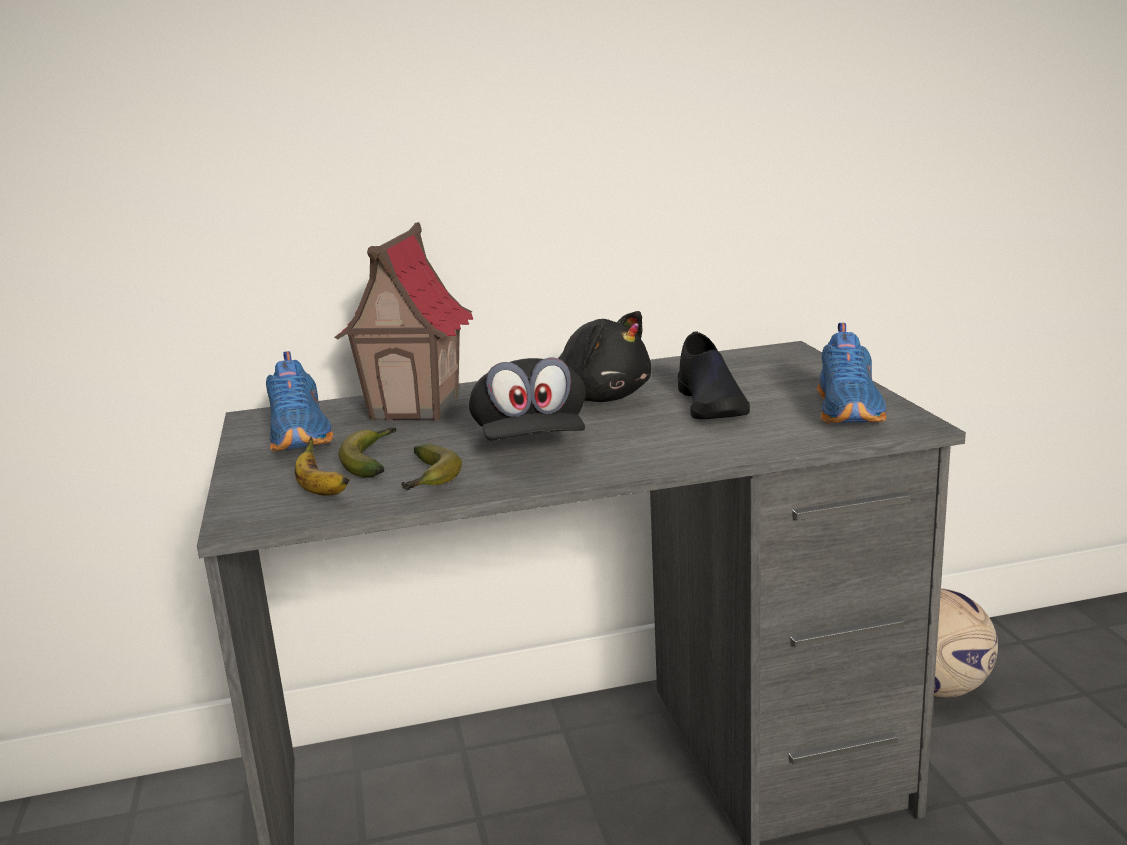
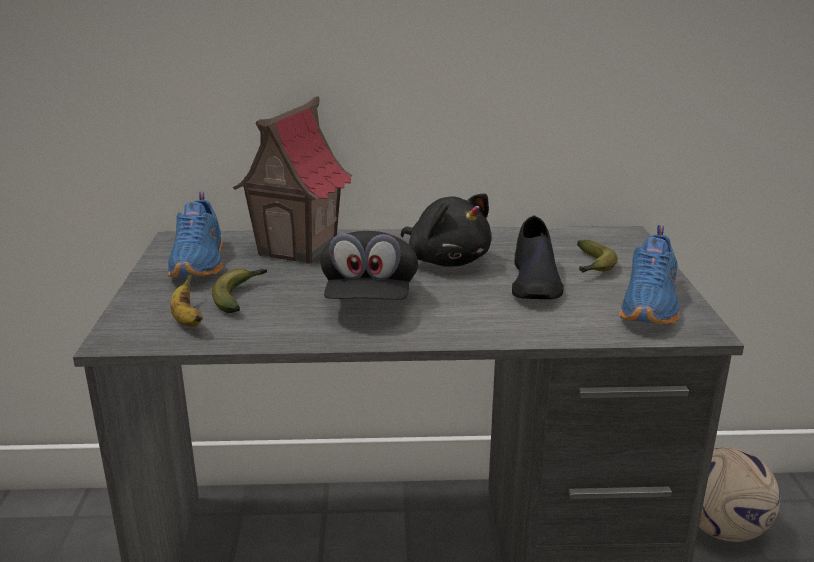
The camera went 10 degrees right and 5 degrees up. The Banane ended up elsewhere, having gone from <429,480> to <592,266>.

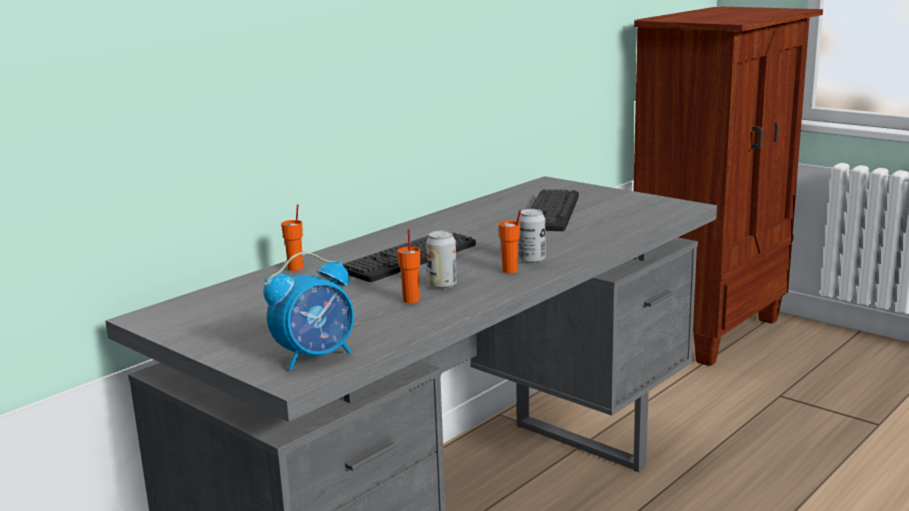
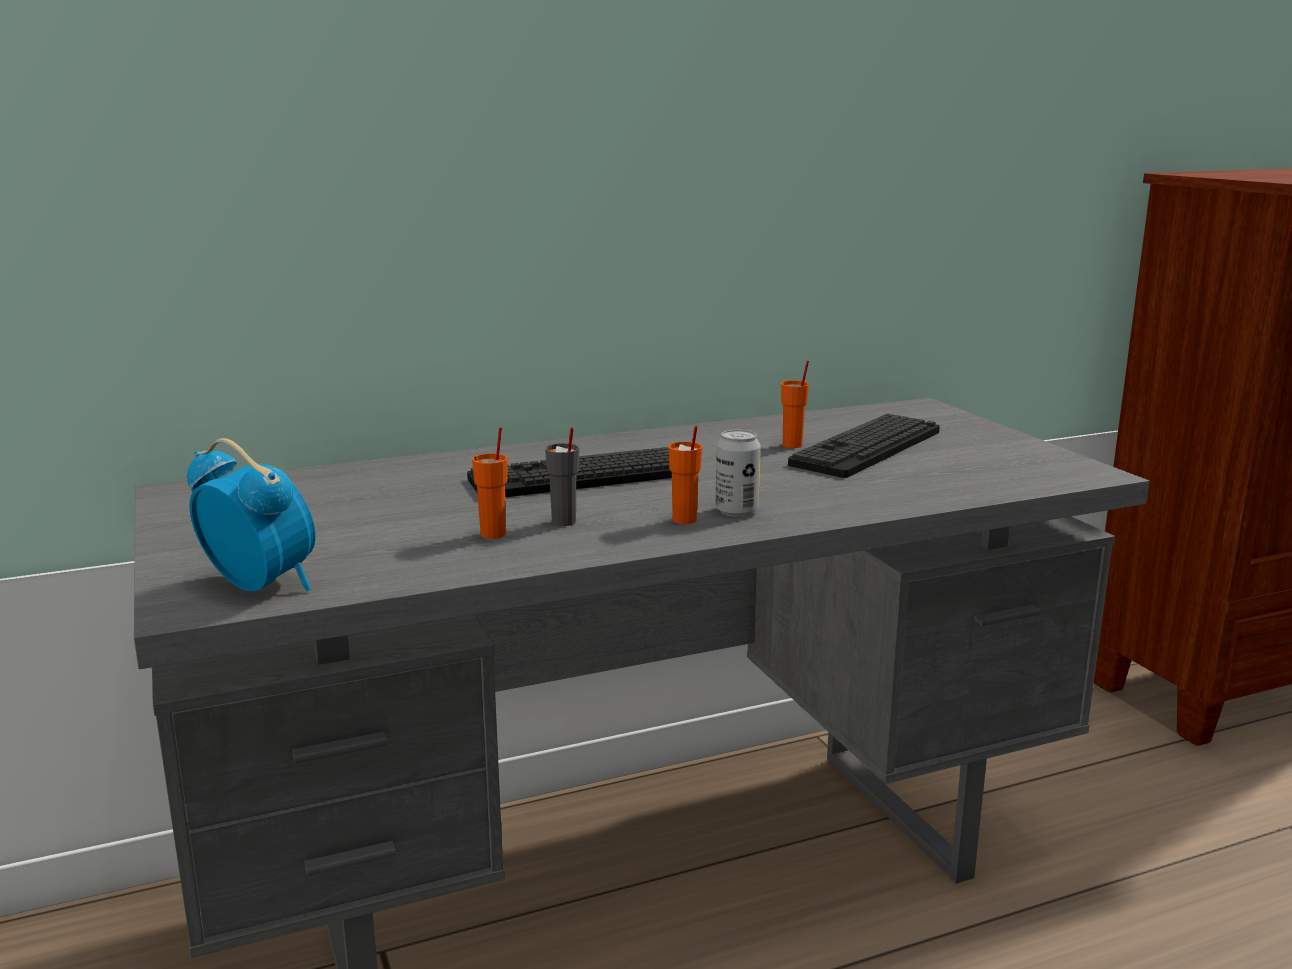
The camera went 25 degrees right and 0 degrees up. The Wecker at <316,356> ended up facing another way, 135 degrees counterclockwise from before. The Tasse/orange ended up elsewhere, having gone from <296,268> to <793,445>. Where the Dose stood at <442,285>, the Tasse/grau came to stand at <563,522>.

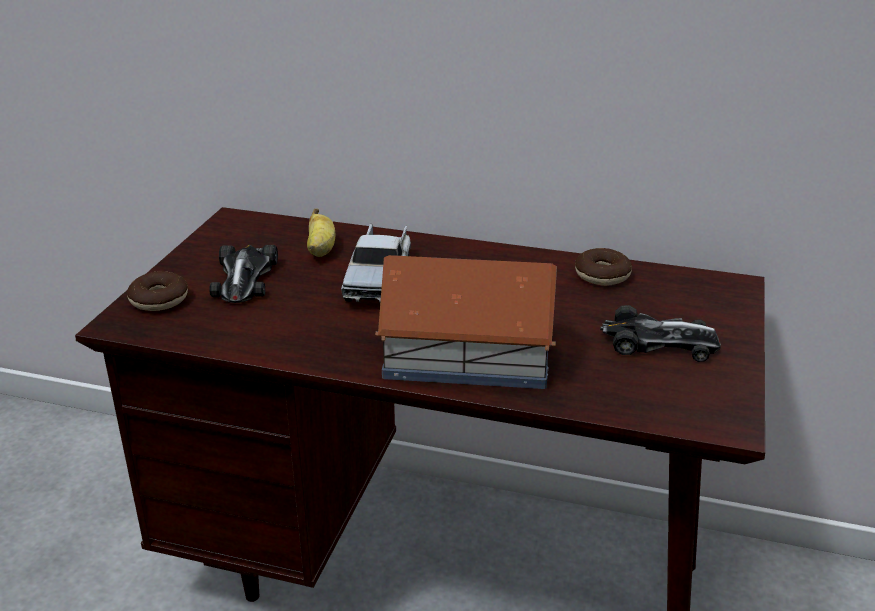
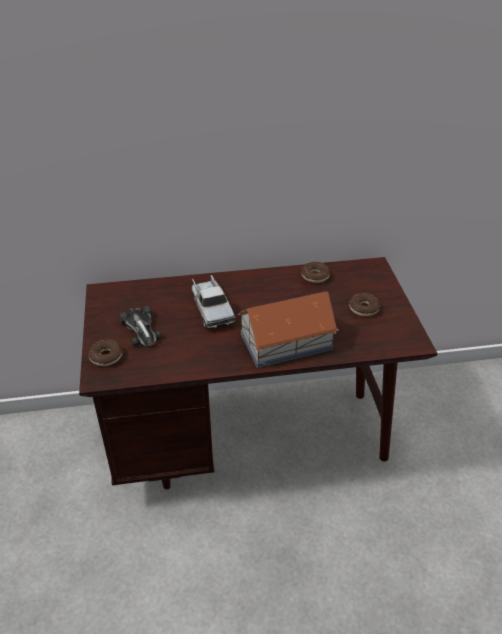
The camera went 25 degrees left and 10 degrees up. The second view lost the Banane at <321,250>. Where the Spielzeugauto stood at <659,343>, the Donut came to stand at <364,308>.

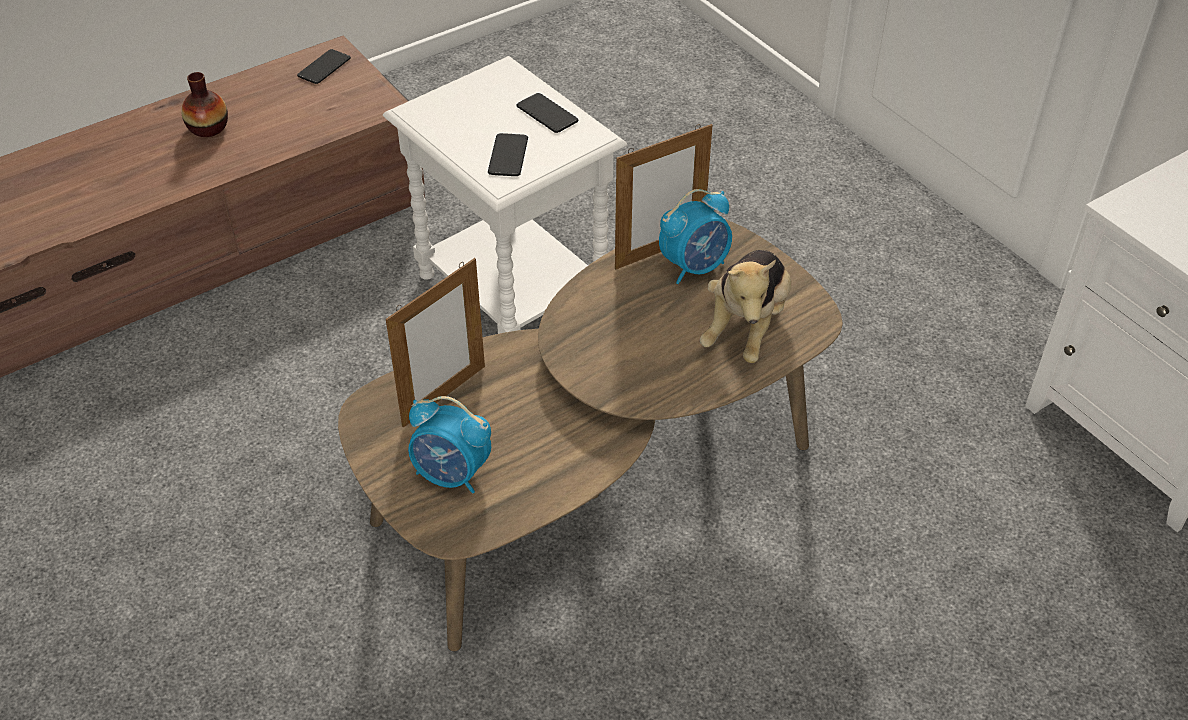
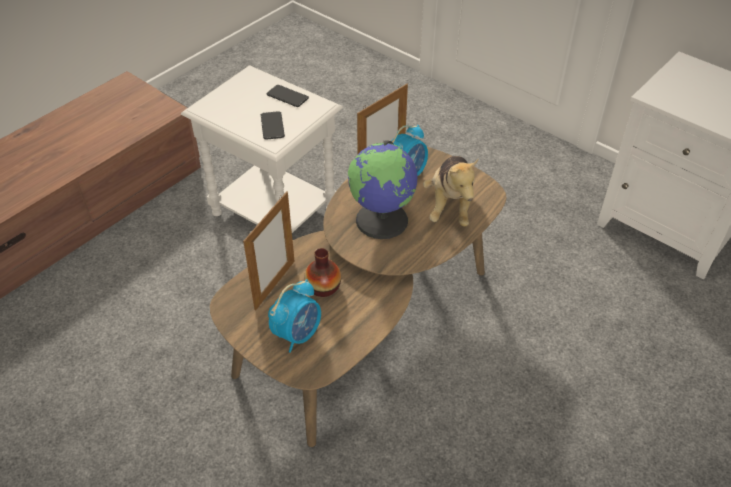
The camera went 15 degrees left and 0 degrees up. The Vase ended up elsewhere, having gone from <208,128> to <323,287>. The second view lost the Handy at <324,67>. The Wecker at <452,474> ended up facing another way, 60 degrees counterclockwise from before. The second view gained the Globus at <383,220>.

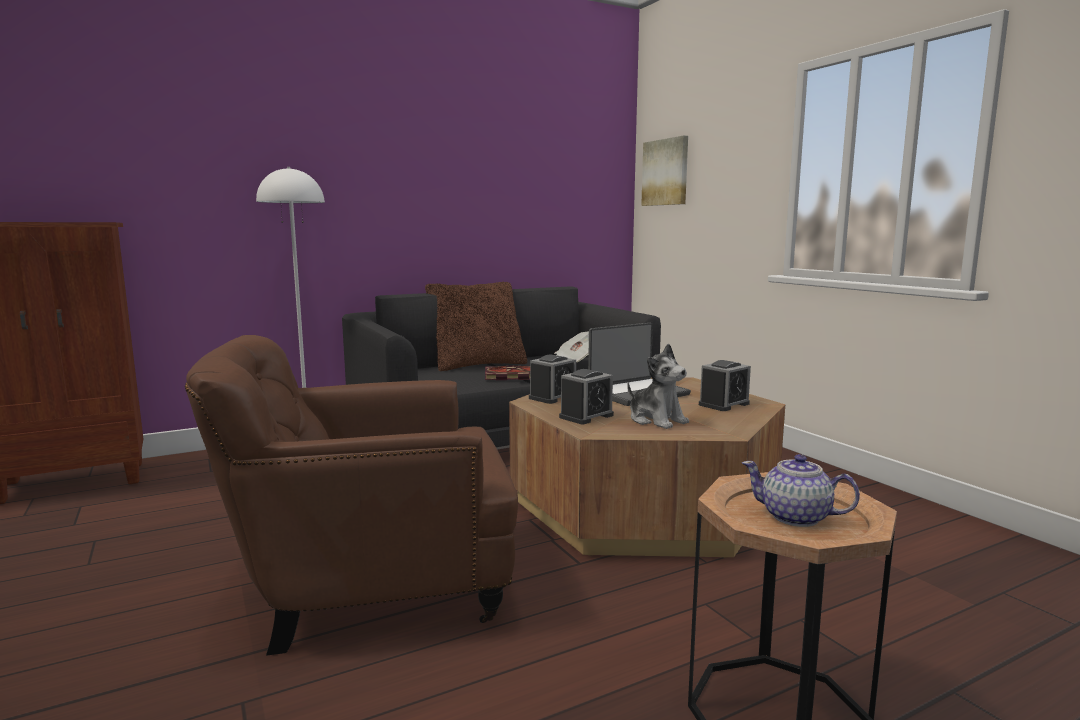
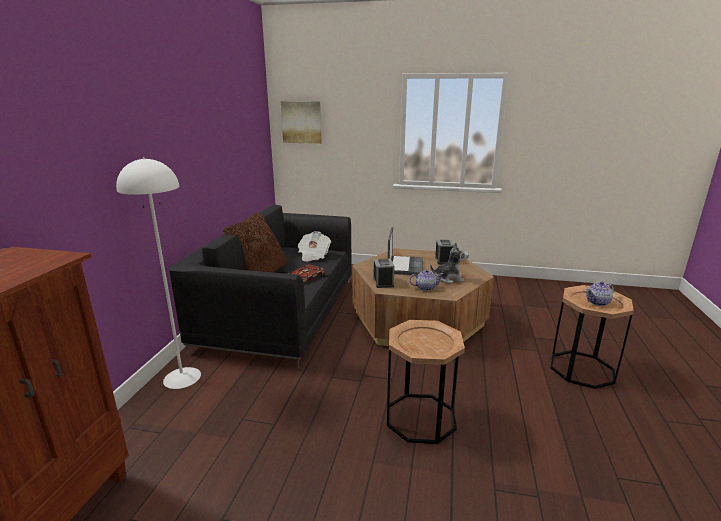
The camera went 50 degrees left and 10 degrees up. Where the Sessel/braun stood at <372,586>, the Beistelltisch/braun came to stand at <420,418>. Where the Wecker stood at <586,416>, the Teekanne came to stand at <425,288>.

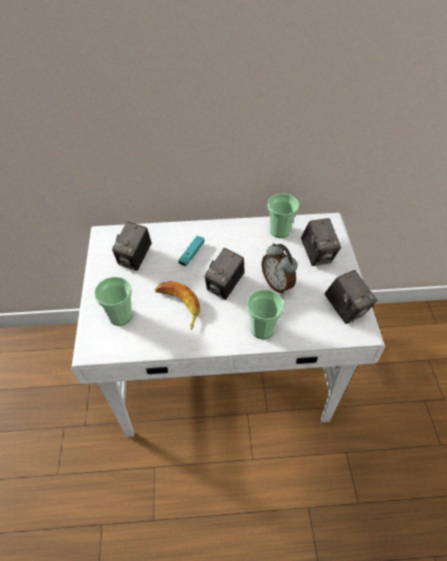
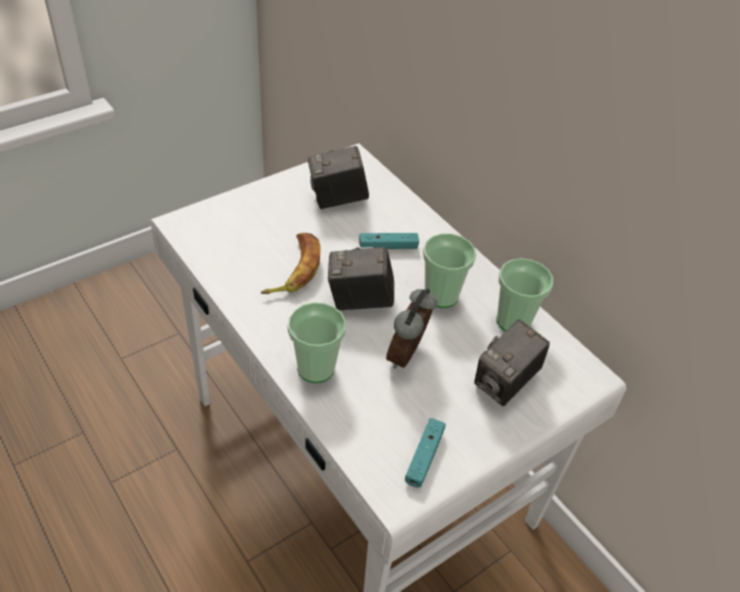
The camera went 55 degrees right and 5 degrees down. The Tasse ended up elsewhere, having gone from <120,316> to <441,295>. Where the Kamera stood at <345,309>, the Gamepad/türkis came to stand at <424,457>.

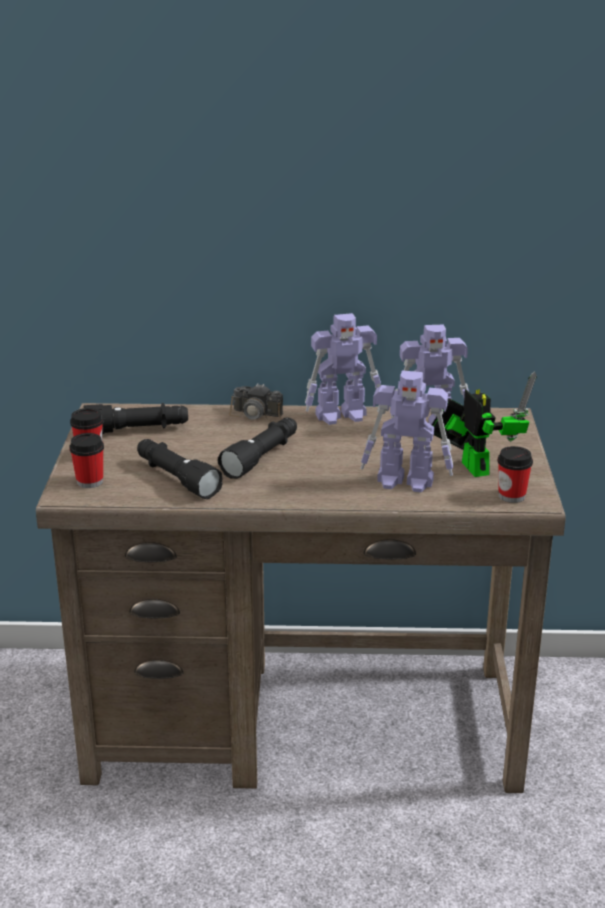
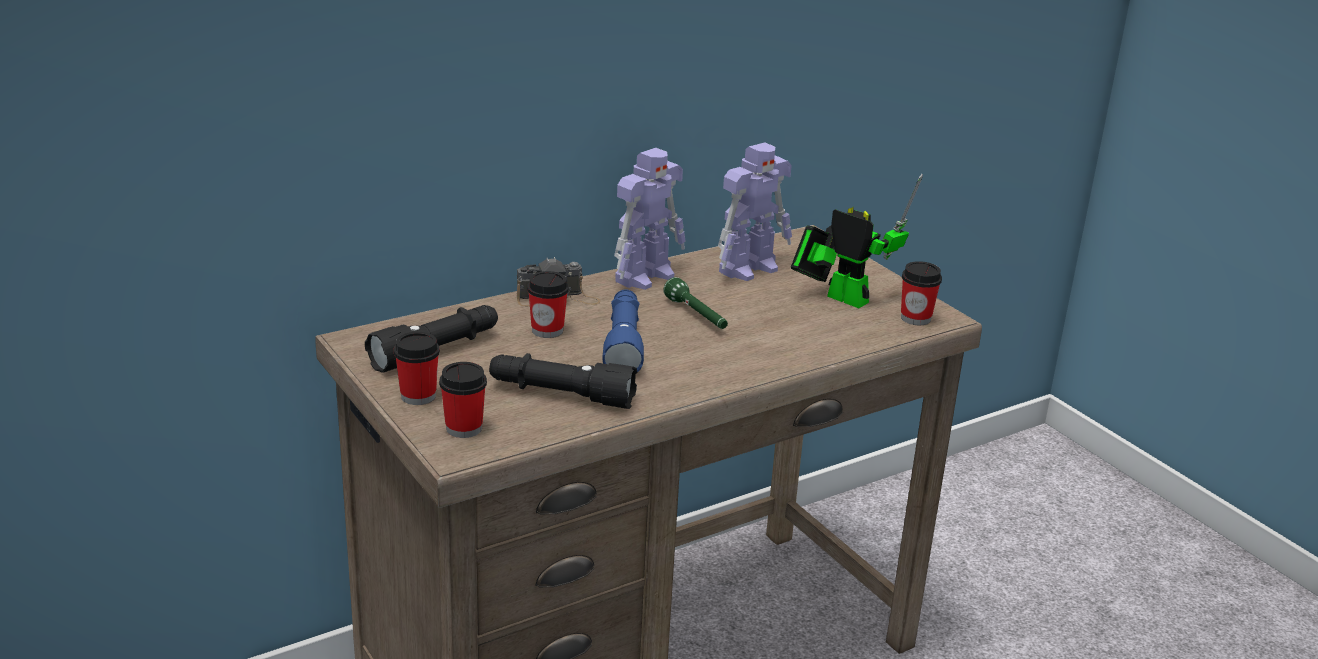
The camera went 35 degrees left and 0 degrees up. What was the Taschenlampe/schwarz at <262,457> turned into the Taschenlampe/blau at <623,344>. The second view lost the Spielzeugroboter at <406,481>. The second view gained the Tasse at <547,330>. The second view gained the Taschenlampe/grün at <697,316>.

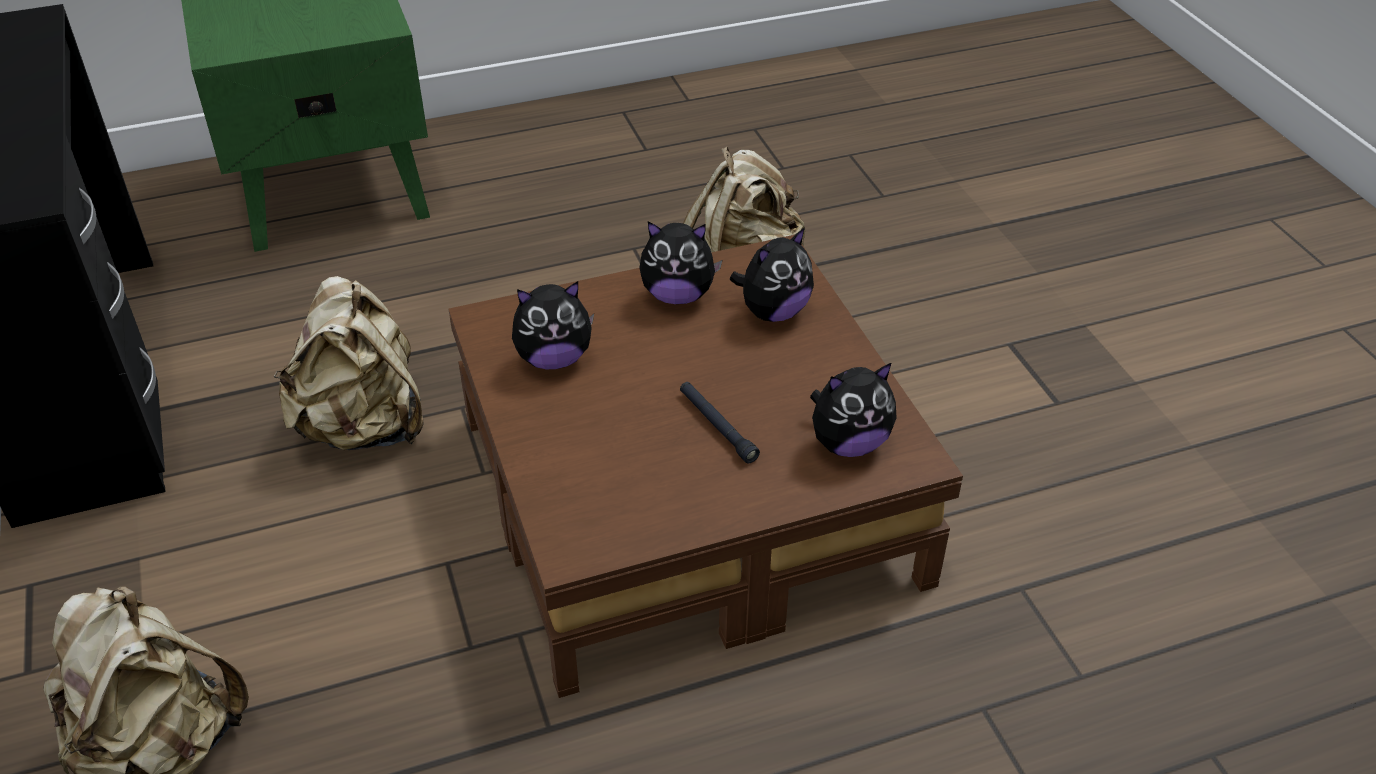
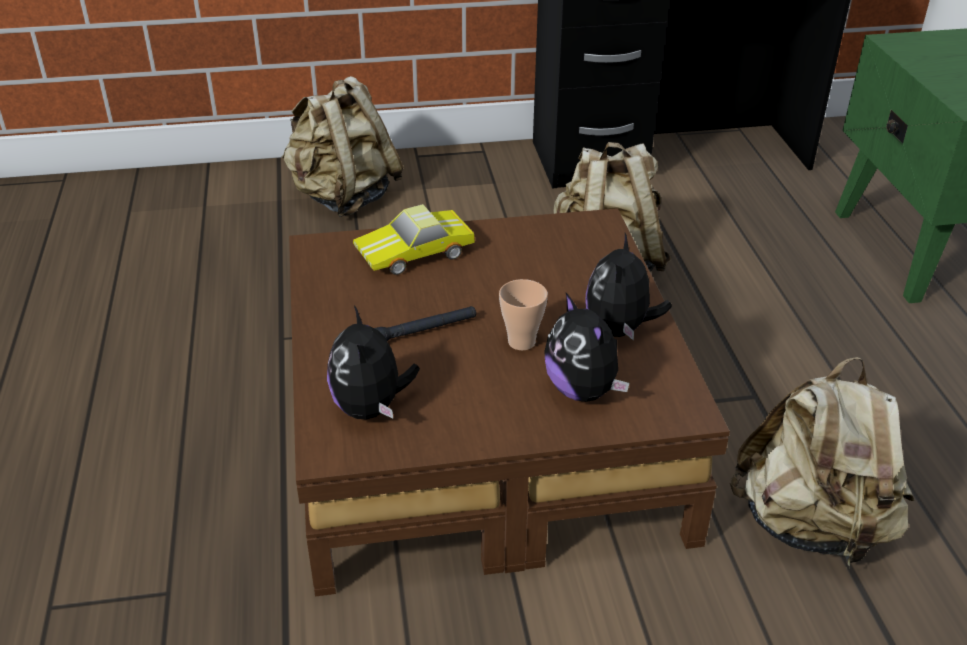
The camera went 100 degrees right and 5 degrees down. The second view lost the Plüschtier at <554,358>. The second view gained the Spielzeugauto at <416,253>. The second view gained the Tasse at <521,342>.

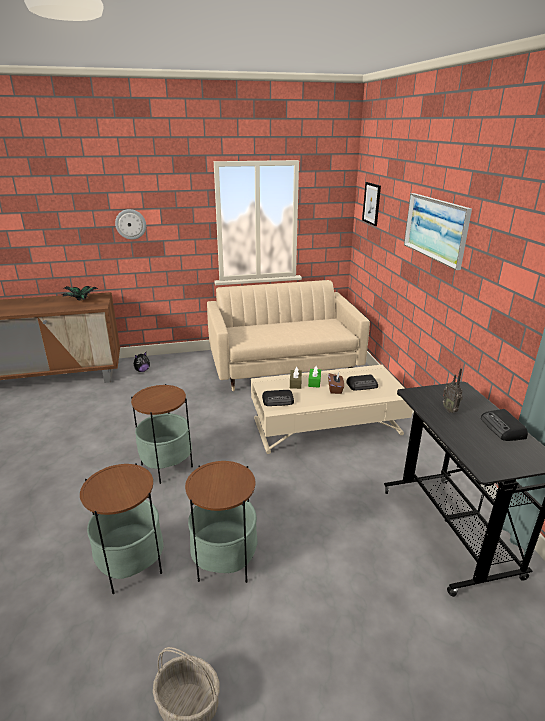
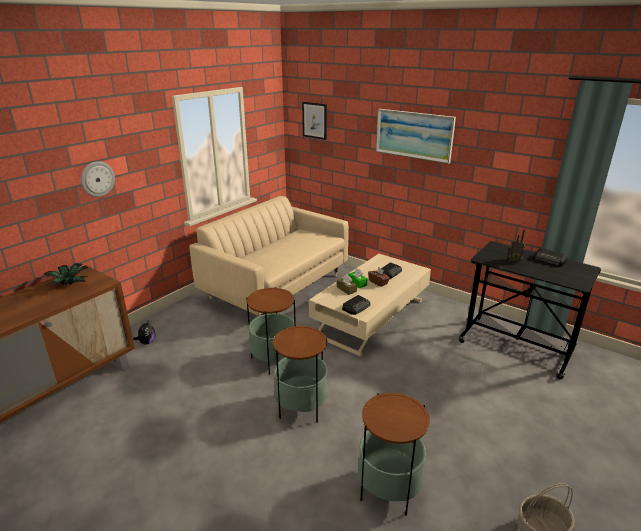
The camera went 40 degrees left and 0 degrees up. The Beistelltisch ended up elsewhere, having gone from <225,561> to <273,359>.

